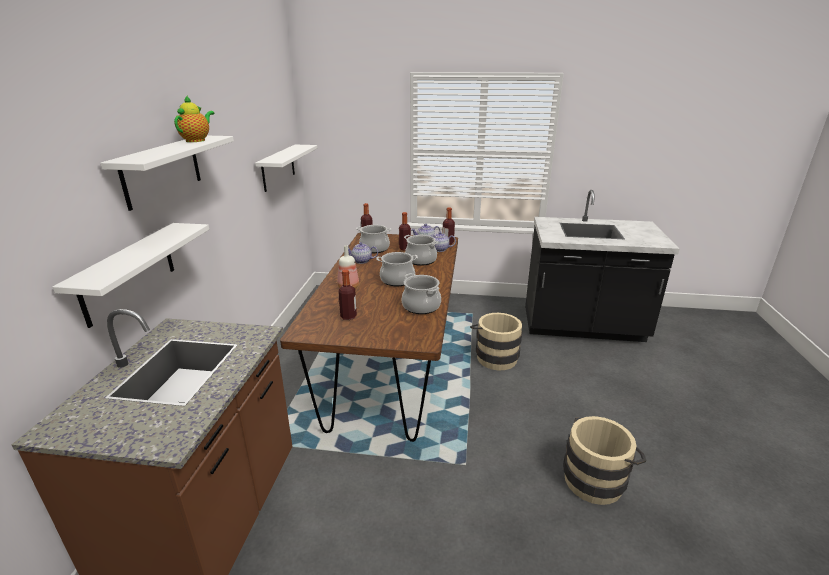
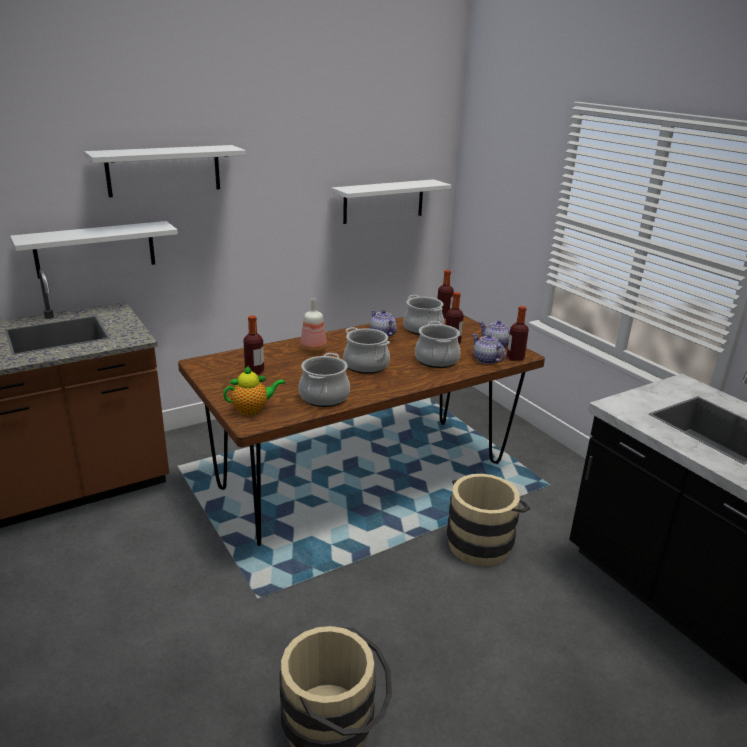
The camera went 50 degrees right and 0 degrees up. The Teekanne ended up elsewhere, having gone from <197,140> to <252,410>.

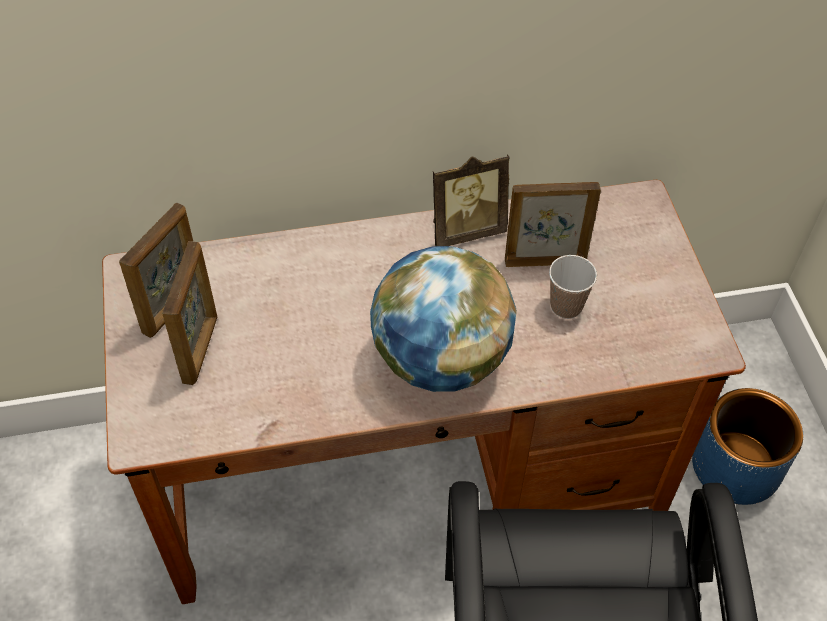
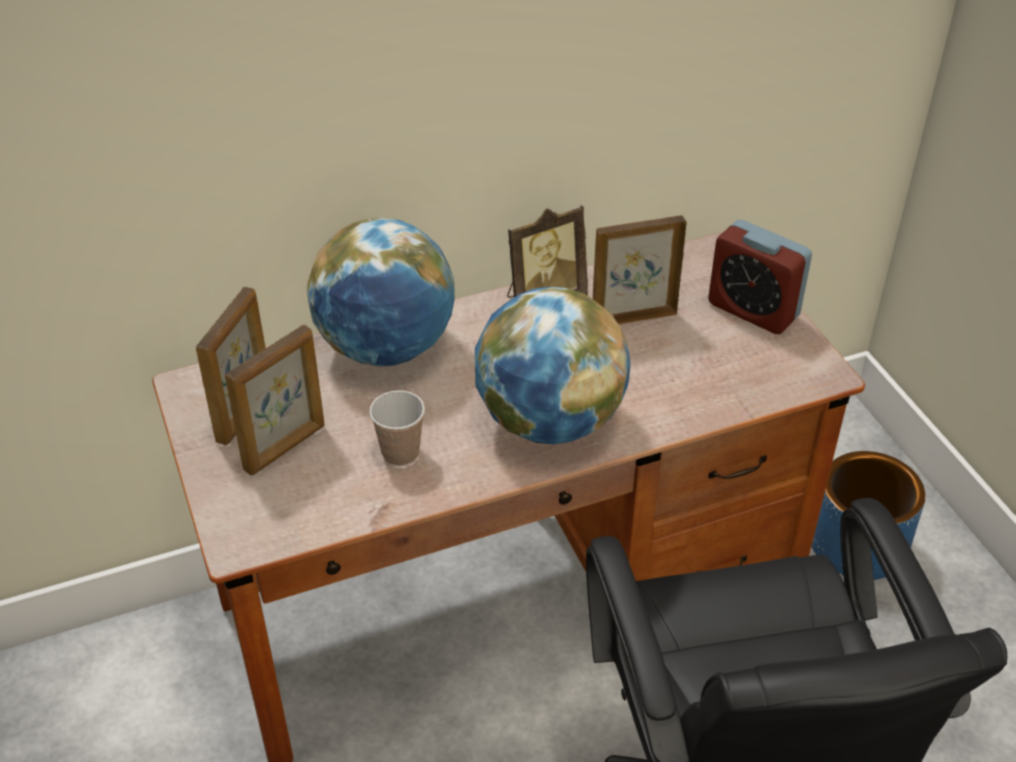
The camera went 10 degrees left and 10 degrees down. The Bilderrahmen at <201,349> ended up facing another way, 45 degrees clockwise from before. The Tasse ended up elsewhere, having gone from <566,306> to <400,453>. The second view gained the Globus at <386,348>. The second view gained the Wecker at <753,310>.

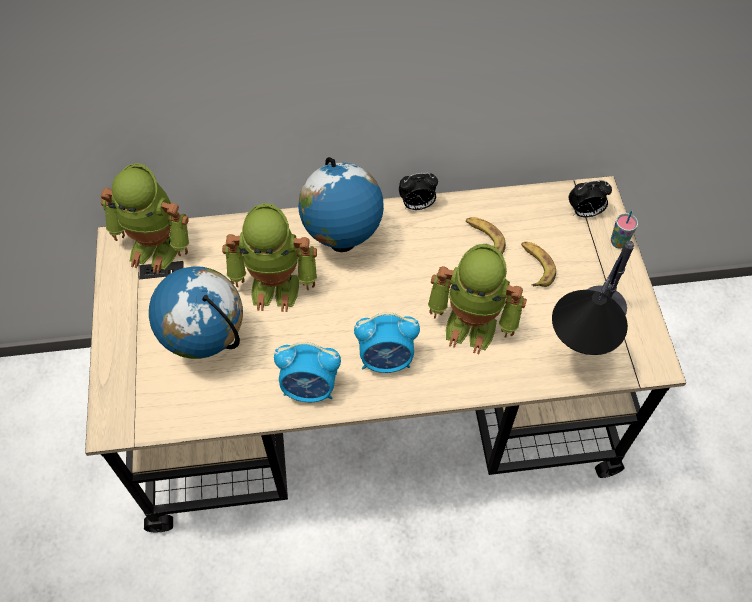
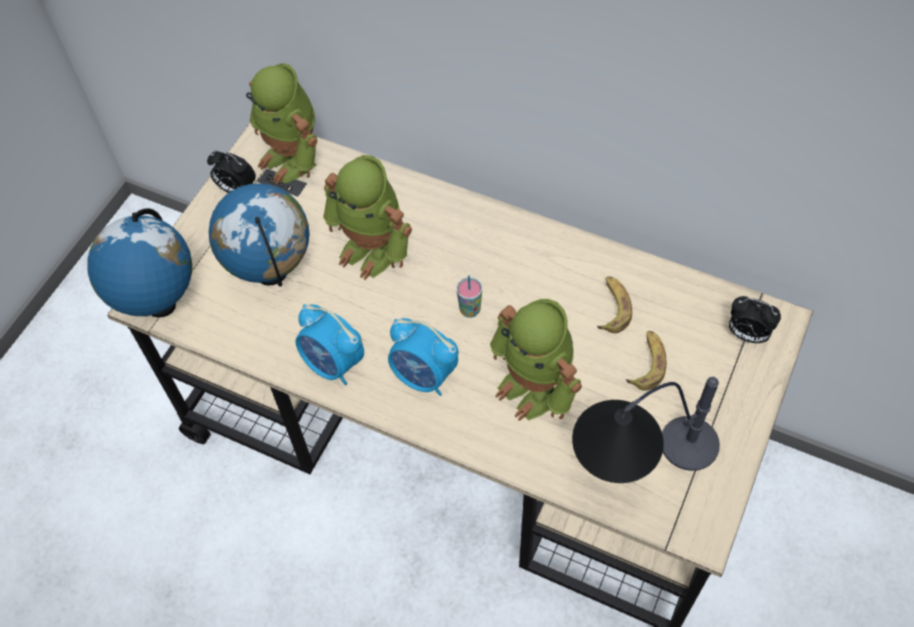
The camera went 35 degrees right and 0 degrees up. The Globus ended up elsewhere, having gone from <342,242> to <159,305>. The Wecker ended up elsewhere, having gone from <417,205> to <236,189>. The Tasse ended up elsewhere, having gone from <618,242> to <470,310>.

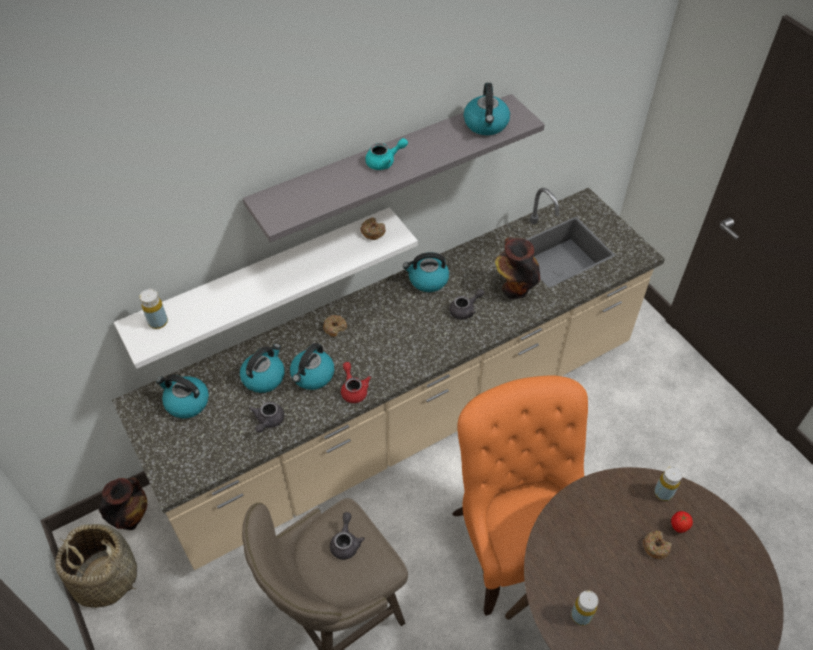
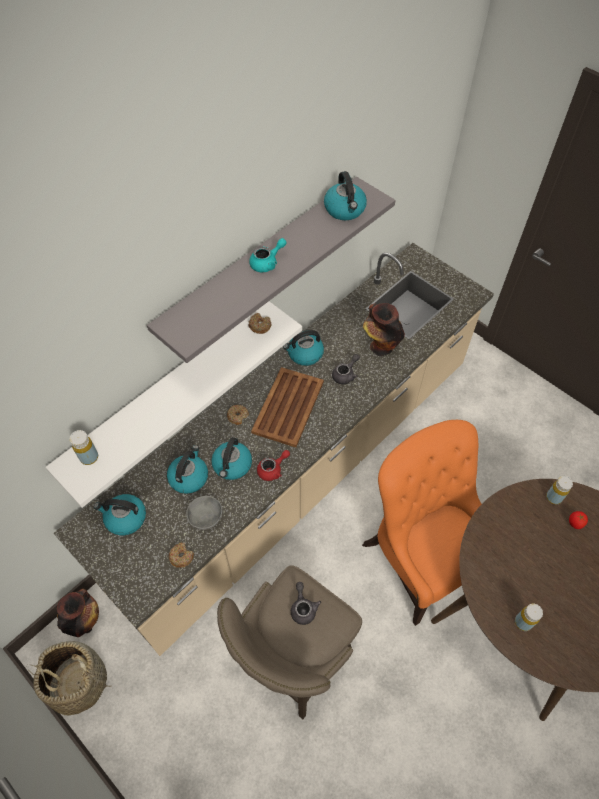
The camera went 15 degrees left and 5 degrees up. Where the Teekanne/grau stood at <268,421>, the Schüssel/grau came to stand at <206,518>. The Teekanne/rot at <353,389> ended up facing another way, 90 degrees clockwise from before. The Donut ended up elsewhere, having gone from <655,547> to <181,556>. The second view gained the Tablett/braun at <287,407>.

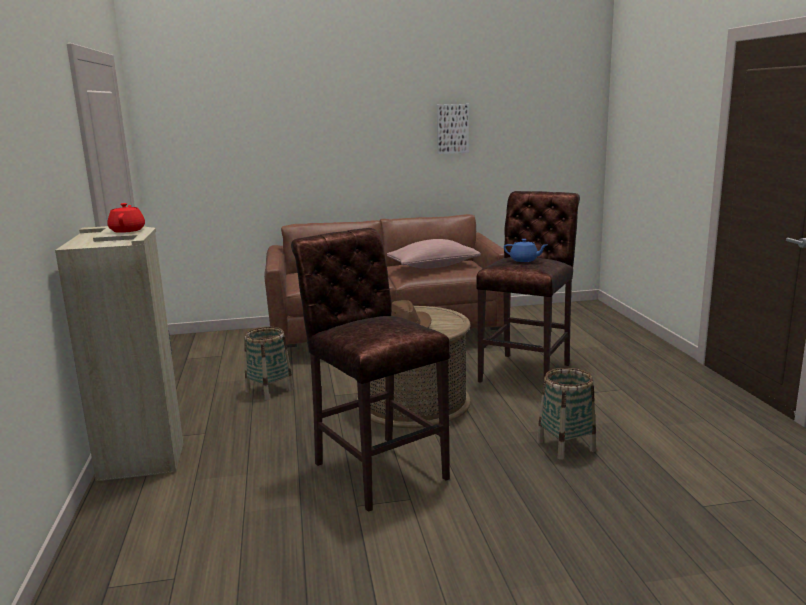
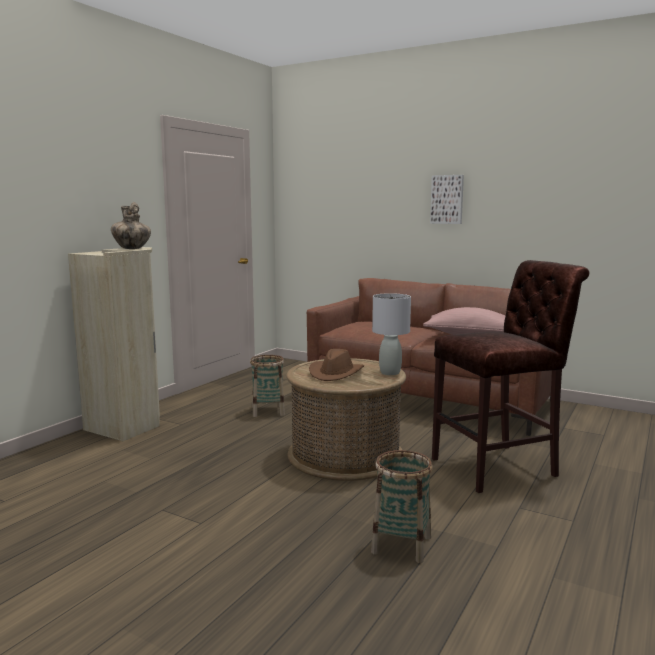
The camera went 40 degrees right and 5 degrees down. Where the Teekanne/rot stood at <128,230>, the Vase came to stand at <132,248>. The second view lost the Hocker/braun at <376,467>. The Bild ended up elsewhere, having gone from <452,128> to <447,199>. The second view lost the Teekanne/blau at <524,260>. The second view gained the Tischlampe/grau at <390,372>.

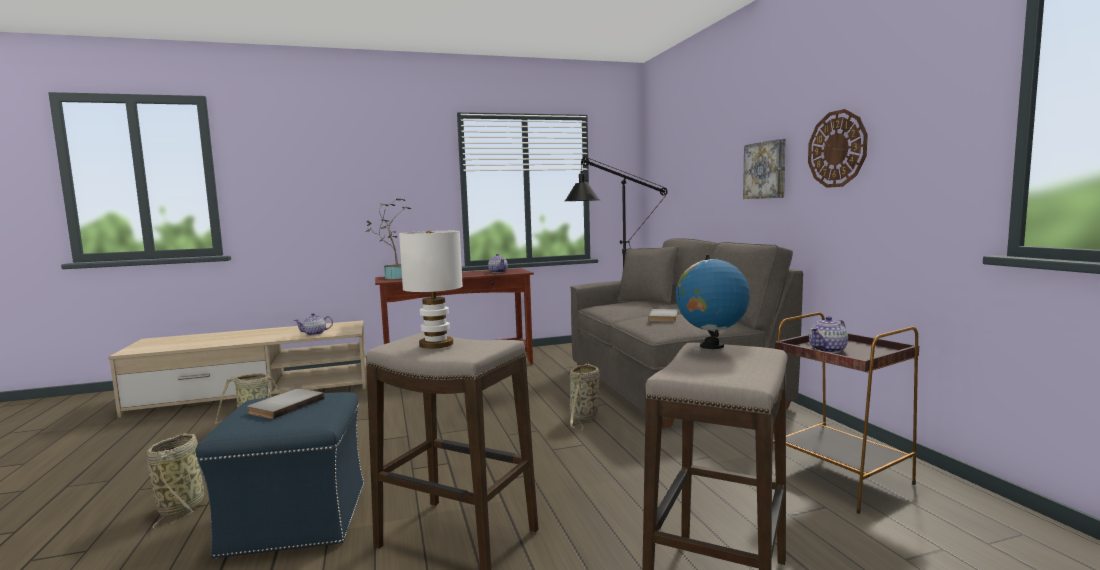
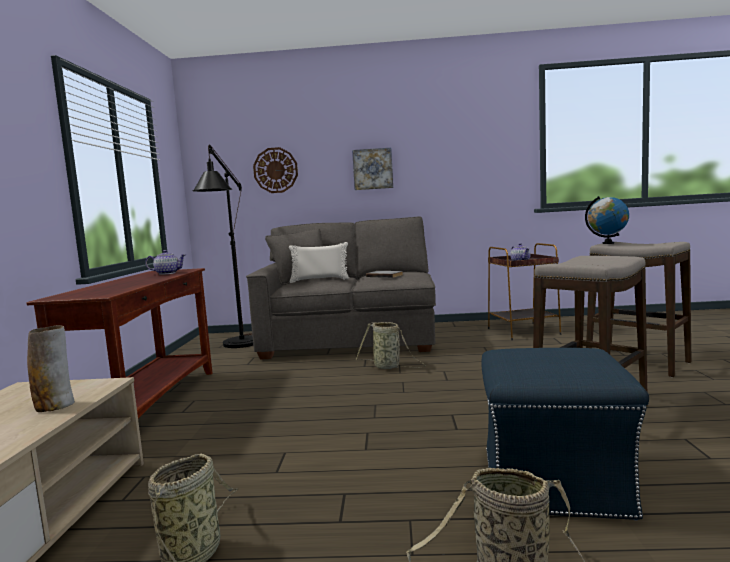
The camera went 70 degrees left and 0 degrees up. The second view lost the Buch/grau at <285,406>. Where the Teekanne stood at <315,333>, the Vase came to stand at <55,406>. The second view lost the Topfpflanze at <394,277>. The second view lost the Tischlampe/weiß at <435,344>. The Wanduhr ended up elsewhere, having gone from <837,149> to <275,170>. The second view gained the Kissen/weiß at <319,280>.

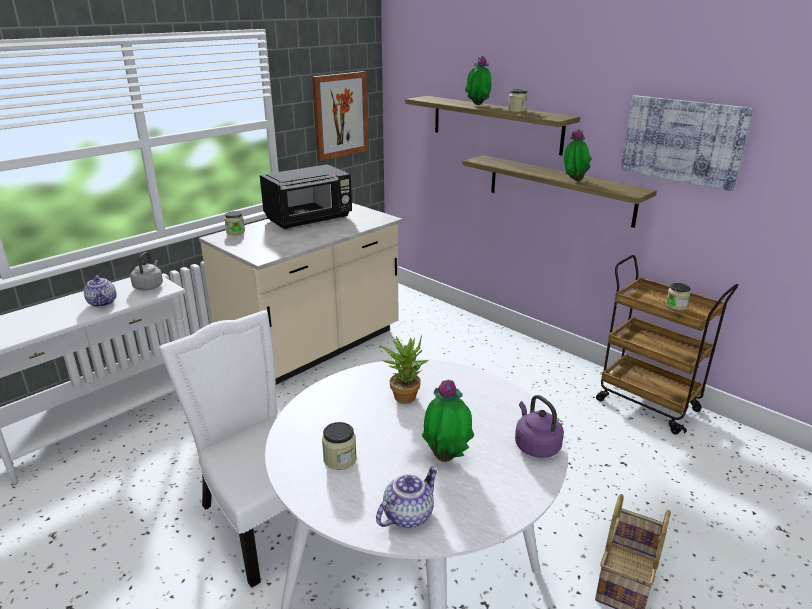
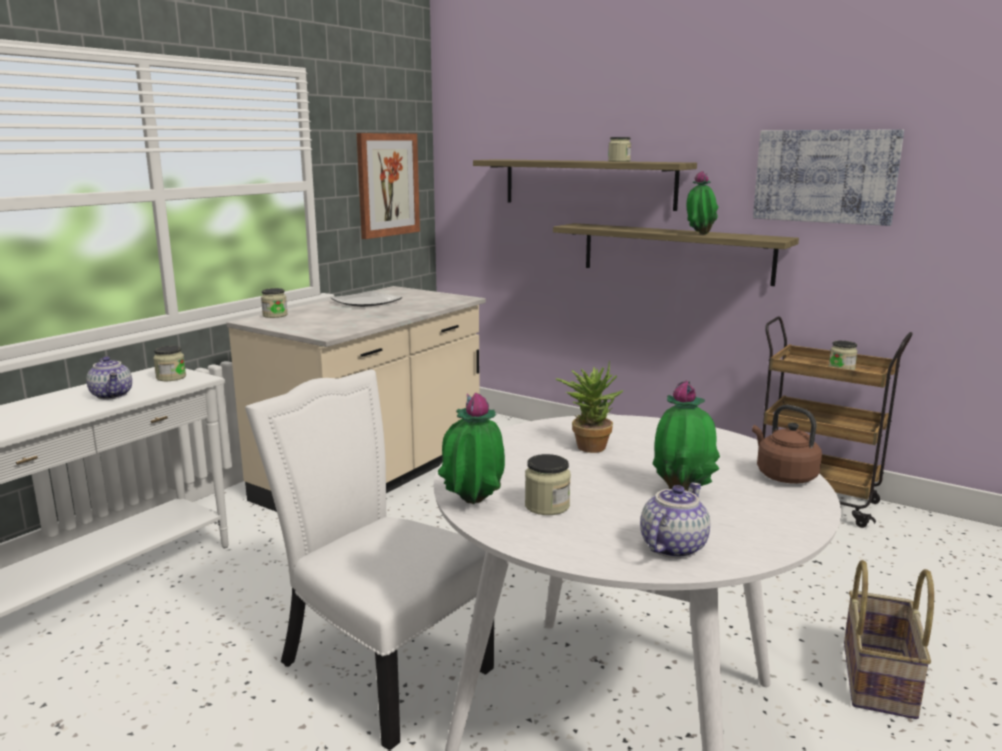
The camera went 10 degrees left and 10 degrees down. Where the Wasserkessel/grau stood at <149,286>, the Vorratsglas came to stand at <171,377>. Where the Mikrowelle/schwarz stood at <309,219>, the Teller came to stand at <366,302>. The Topfpflanze ended up elsewhere, having gone from <477,105> to <472,506>. What was the Wasserkessel/lila at <535,445> turned into the Wasserkessel/braun at <783,475>.

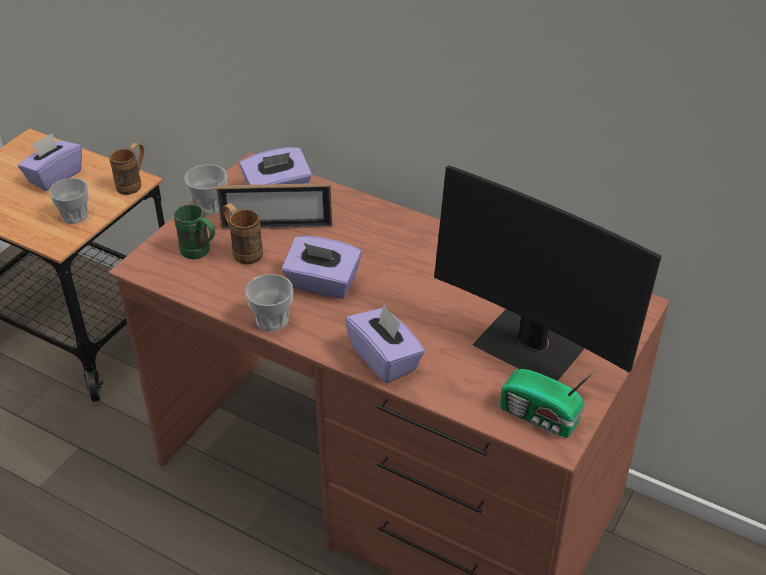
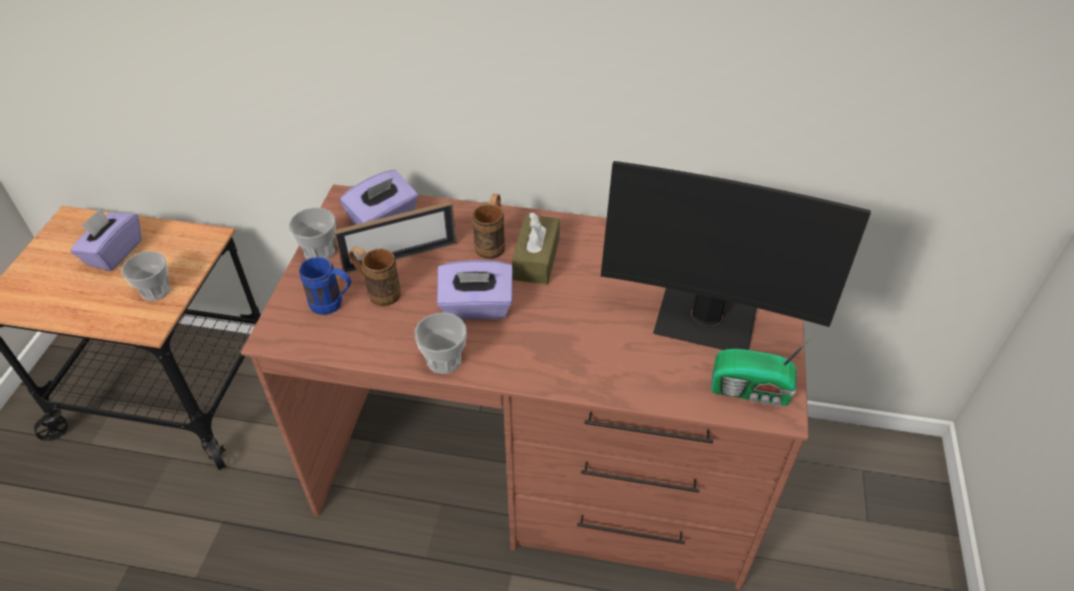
The camera went 20 degrees left and 5 degrees up. The Henkelbecher/braun ended up elsewhere, having gone from <133,184> to <492,243>. What was the Henkelbecher/grün at <200,253> turned into the Henkelbecher/blau at <333,305>. The second view lost the Taschentuchbox/lila at <385,359>. The second view gained the Taschentuchbox/braun at <536,259>.

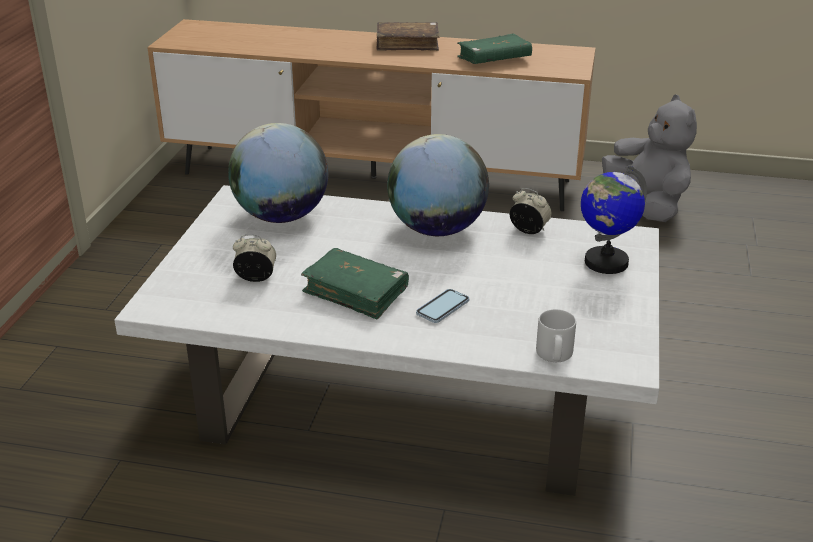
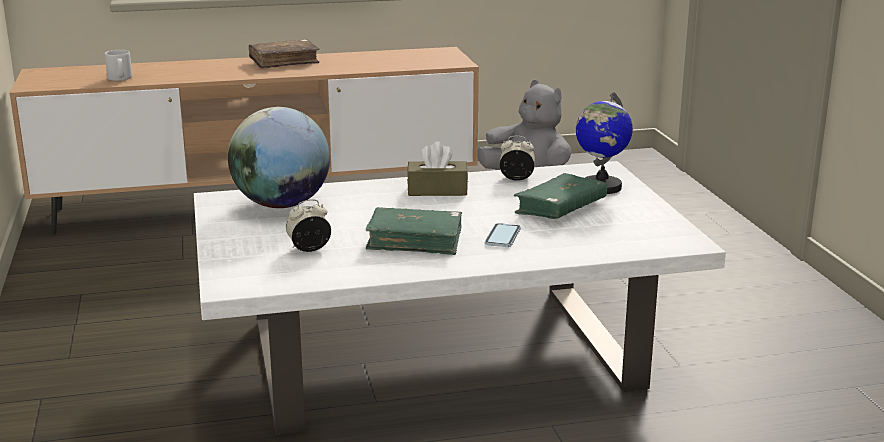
The camera went 25 degrees left and 10 degrees down. Where the Globus stood at <436,229>, the Taschentuchbox/braun came to stand at <437,190>. The Buch/grün ended up elsewhere, having gone from <494,59> to <560,209>. The Henkelbecher/grau ended up elsewhere, having gone from <554,355> to <120,79>.

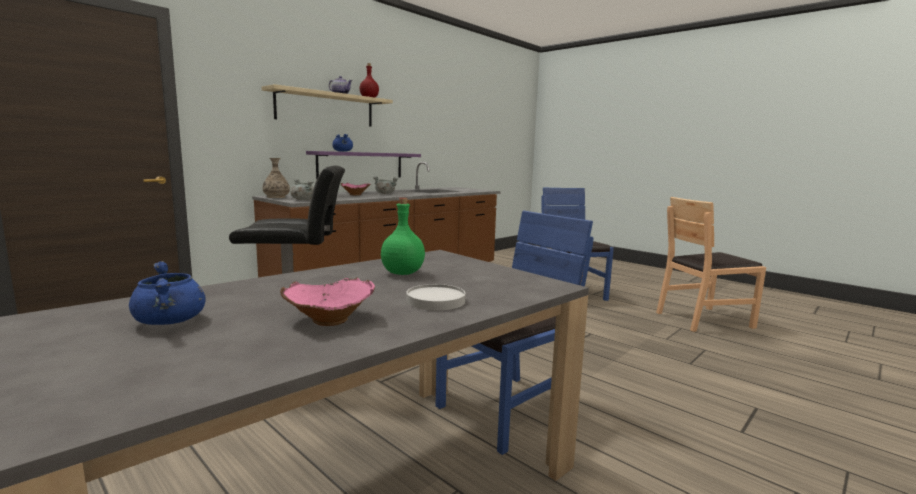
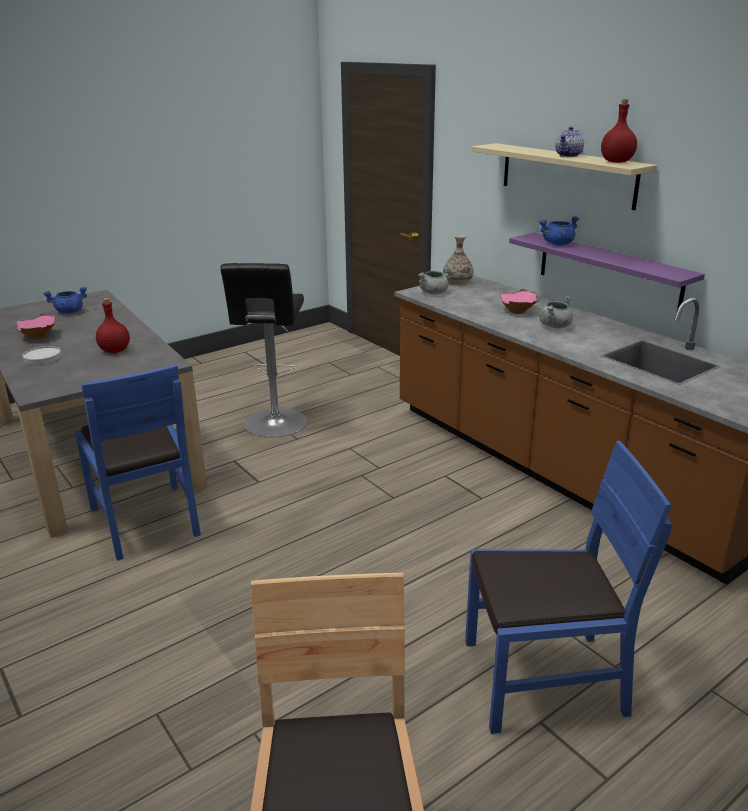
The camera went 100 degrees right and 15 degrees up. What was the Flasche/grün at <403,273> turned into the Flasche/rot at <115,351>.

